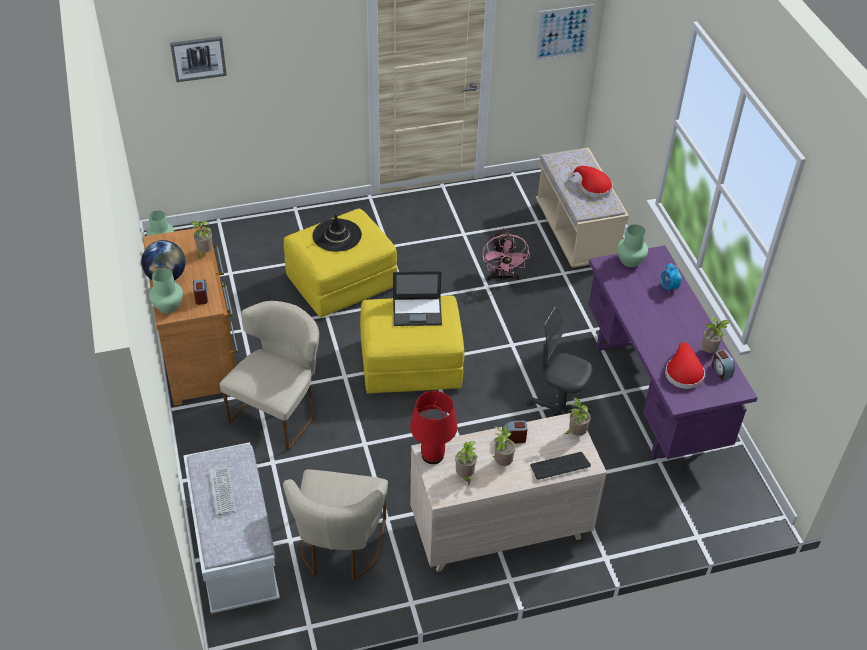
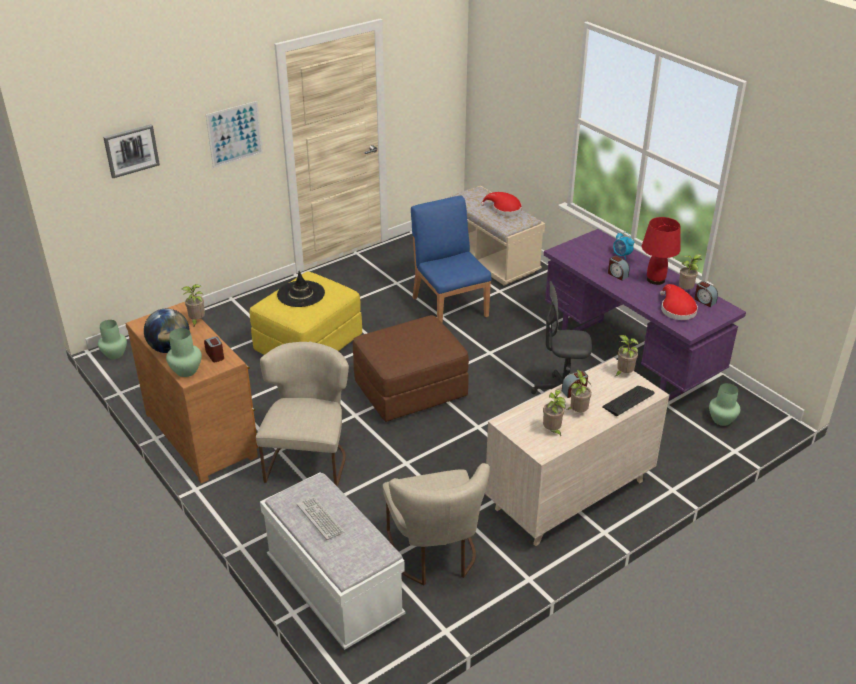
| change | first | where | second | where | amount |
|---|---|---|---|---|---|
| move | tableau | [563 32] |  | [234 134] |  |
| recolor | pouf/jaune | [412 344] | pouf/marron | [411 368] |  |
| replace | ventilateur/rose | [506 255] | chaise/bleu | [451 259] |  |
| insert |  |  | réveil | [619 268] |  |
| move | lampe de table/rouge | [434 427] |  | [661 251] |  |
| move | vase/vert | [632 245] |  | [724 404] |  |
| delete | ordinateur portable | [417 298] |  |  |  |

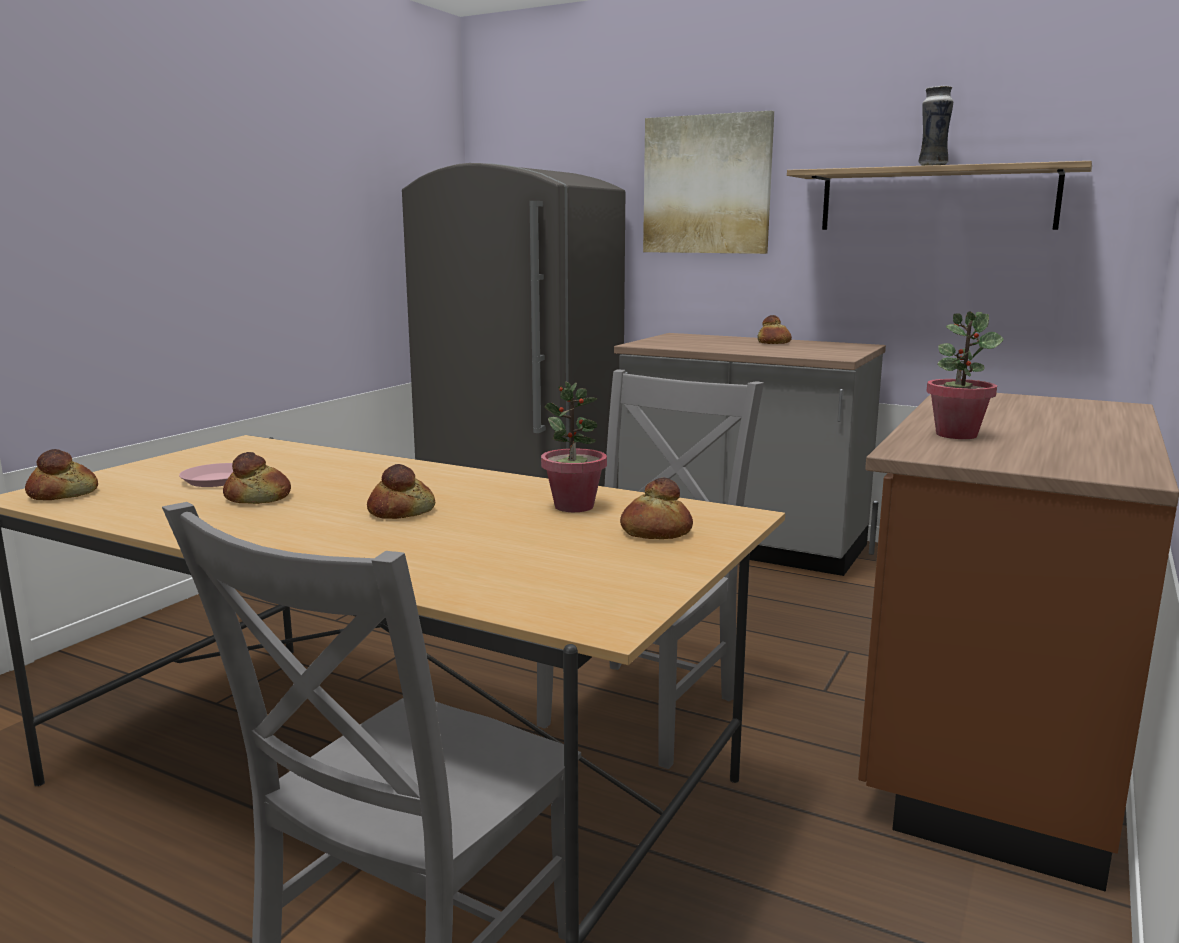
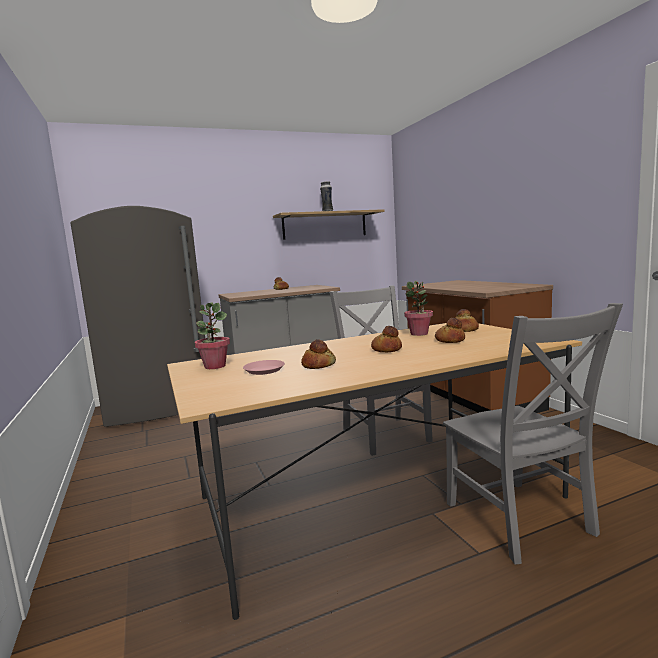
| change | first | where | second | where | amount |
|---|---|---|---|---|---|
| move | plante en pot | [965 375] |  | [212 336] |  |
| move | pain | [61 474] |  | [450 330] |  |
| delete | tableau | [708 182] |  |  |  |

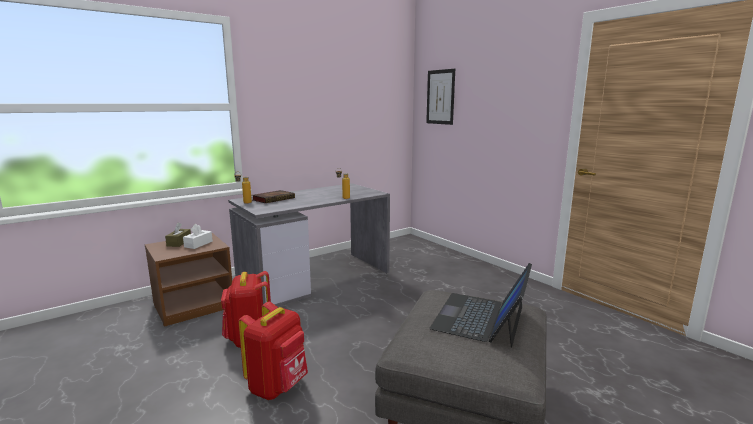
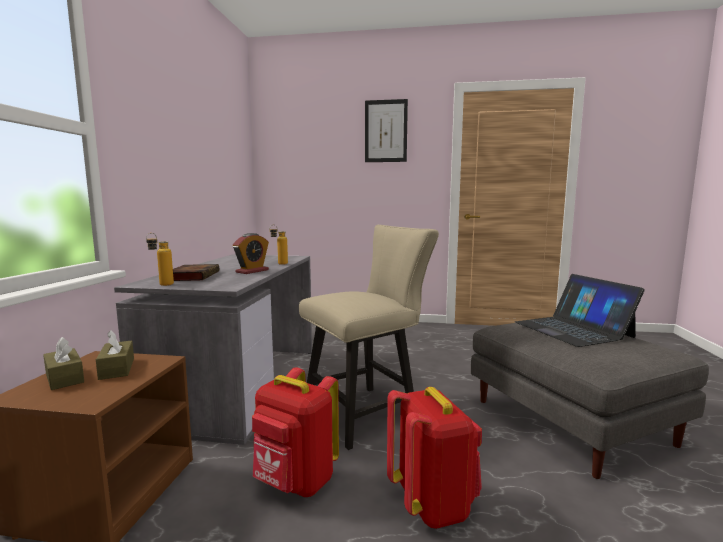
| change | first | where | second | where | amount |
|---|---|---|---|---|---|
| recolor | boîte à mouchoirs/blanc | [198 236] | boîte à mouchoirs/marron | [115 355] |  |
| insert |  |  | réveil | [251 253] |  |
| insert |  |  | chaise/beige | [369 337] |  |
| move | tableau | [440 97] |  | [386 130] |  |

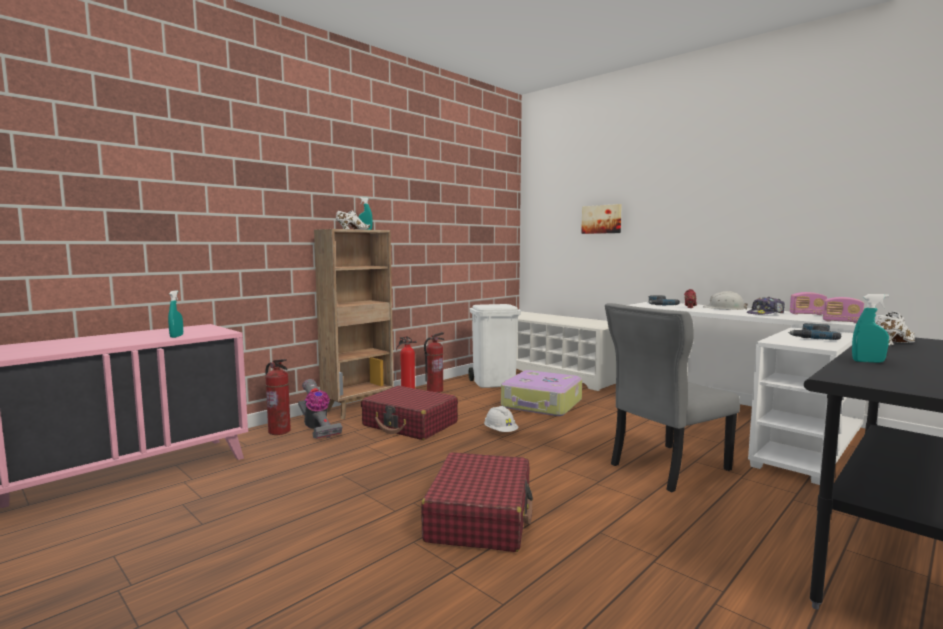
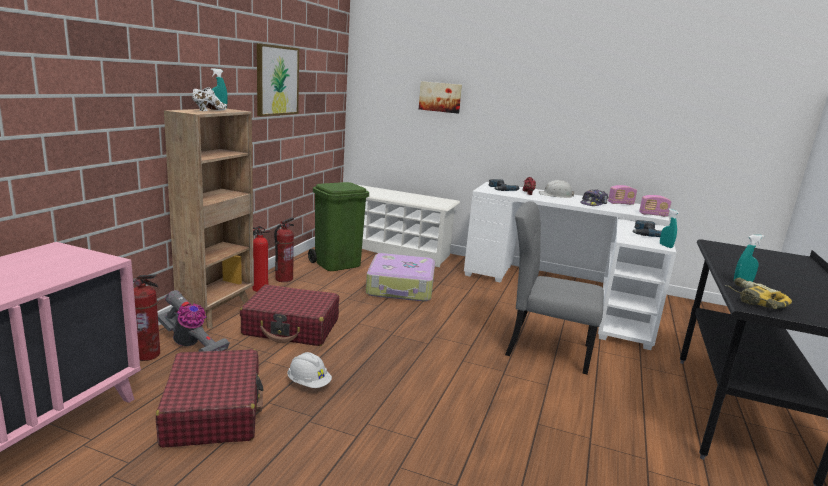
| change | first | where | second | where | amount |
|---|---|---|---|---|---|
| move | valise/rouge | [477 502] |  | [209 398] |  |
| insert |  |  | tableau | [278 79] |  |
| move | casque de chantier/blanc | [501 419] |  | [309 370] |  |
| recolor | poubelle/blanc | [494 346] | poubelle/vert | [338 226] |  |
| rotate | chaise/gris | [672 397] |  | [554 287] | 75 degrees clockwise |
| move | vaporisateur/turquoise | [175 314] |  | [669 228] |  |
| insert |  |  | perceuse | [758 293] |  |
| delete | chaussure/blanc | [895 328] |  |  |  |

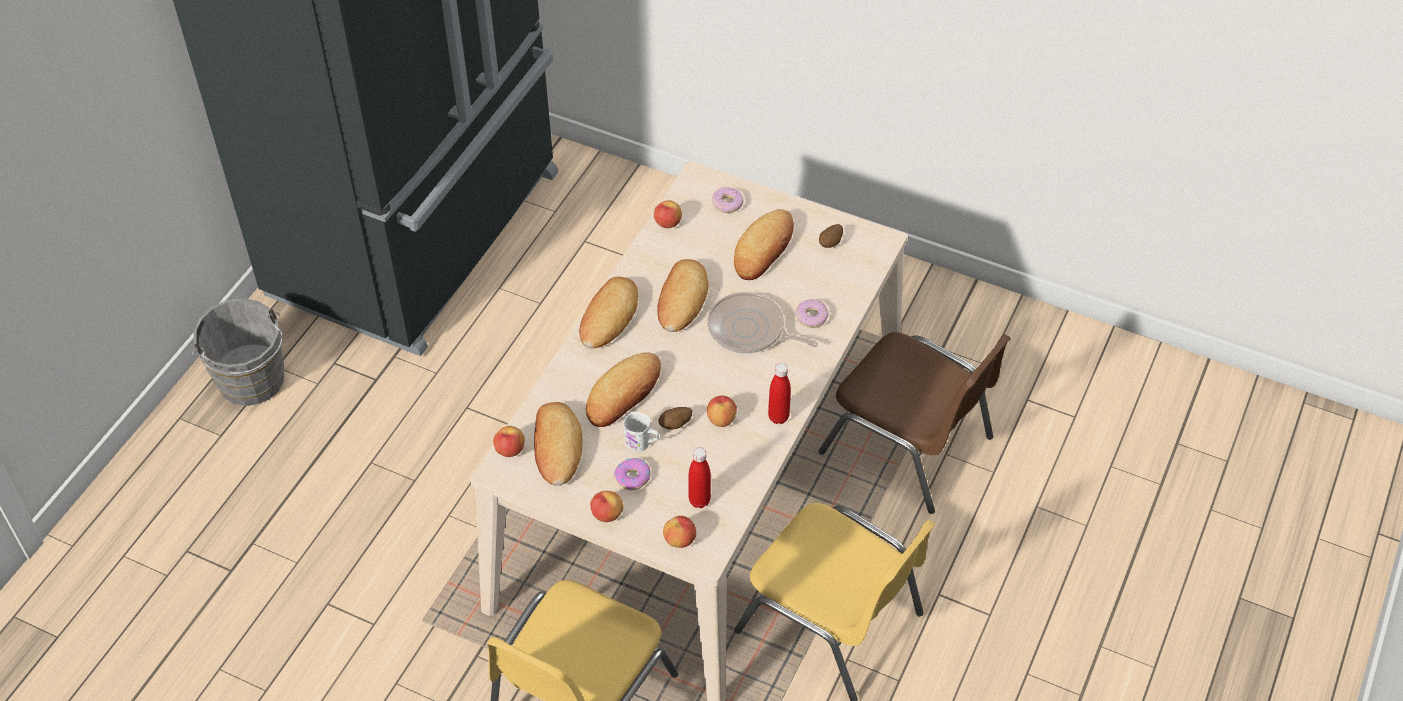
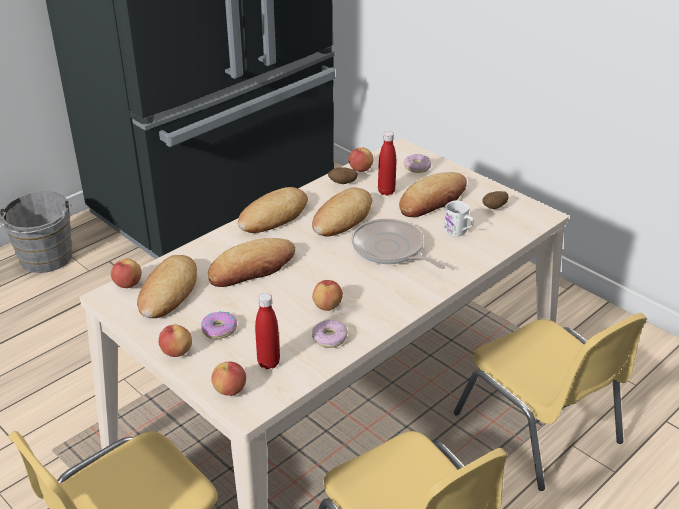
| change | first | where | second | where | amount |
|---|---|---|---|---|---|
| move | beignet | [812 313] |  | [330 334] |  |
| move | pomme de terre | [675 418] |  | [343 175] |  |
| move | bouteille/rouge | [779 393] |  | [387 163] |  |
| move | mug/blanc | [641 432] |  | [459 218] |  |
| recolor | chaise/marron | [914 423] | chaise/jaune | [550 402] |  |

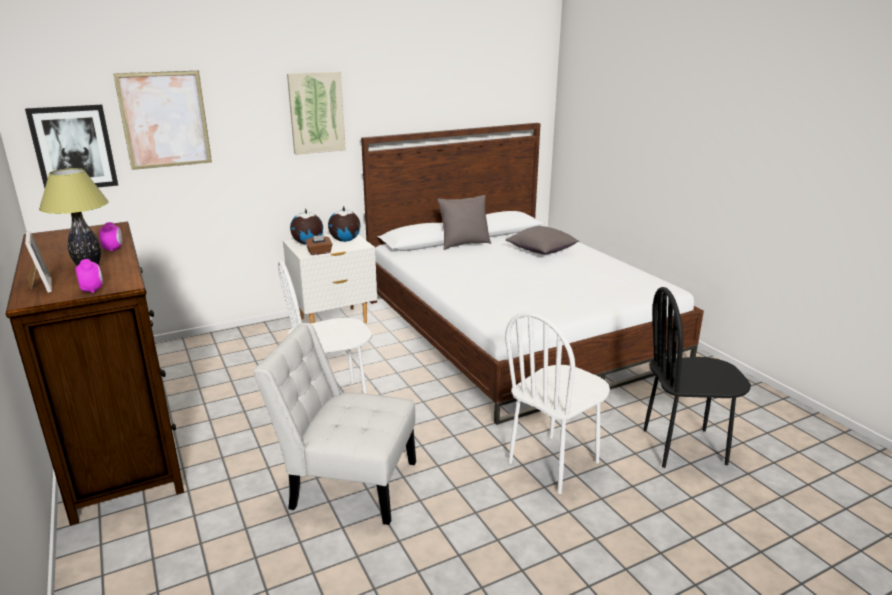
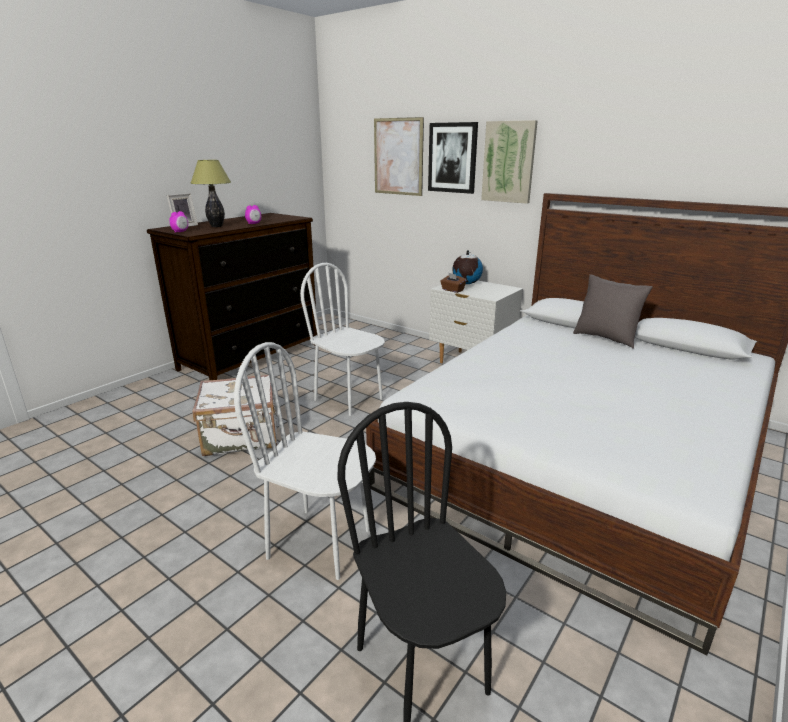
| change | first | where | second | where | amount |
|---|---|---|---|---|---|
| replace | chaise/blanc | [334 424] | valise/blanc | [234 415] |  |
| move | tableau | [71 146] |  | [453 158] |  |
| delete | globe | [344 224] |  |  |  |
| delete | coussin/gris | [542 240] |  |  |  |

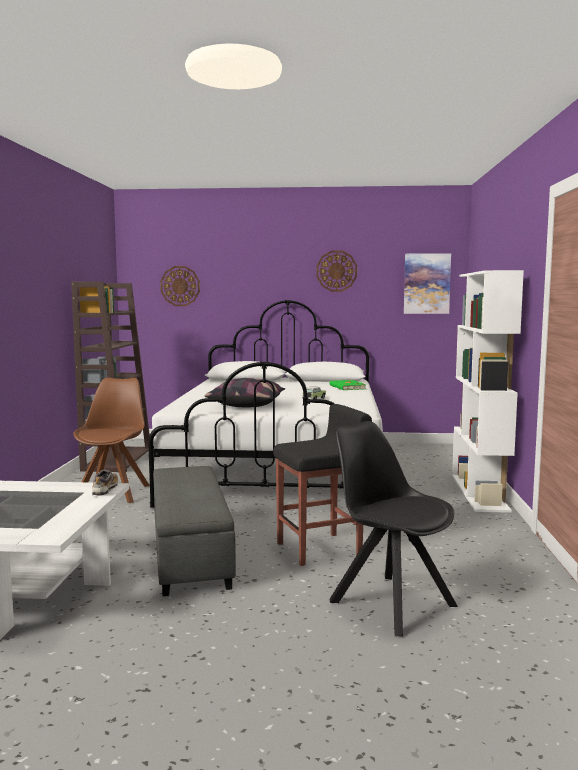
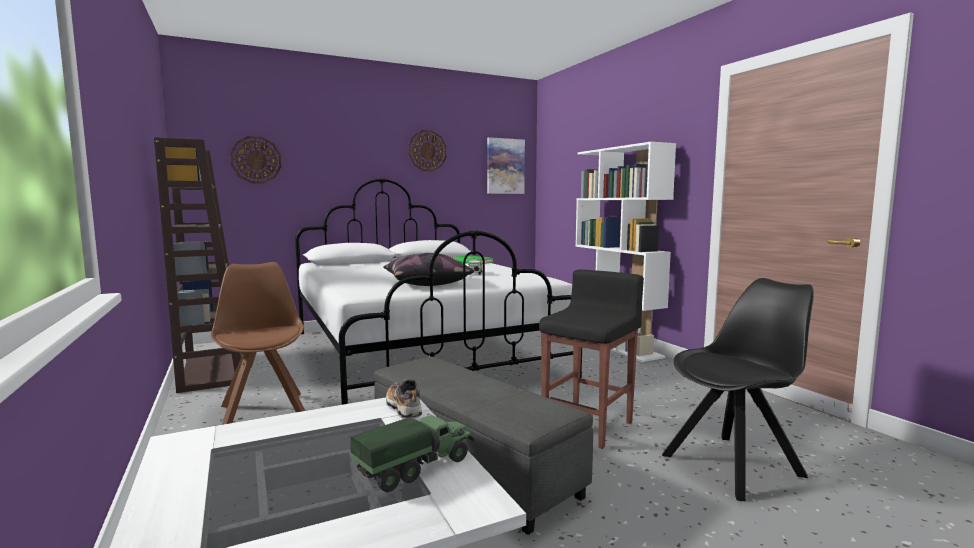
| change | first | where | second | where | amount |
|---|---|---|---|---|---|
| insert |  |  | camion jouet | [412 453] |  |
| rotate | chaise/noir | [393 529] |  | [738 390] | 135 degrees clockwise |

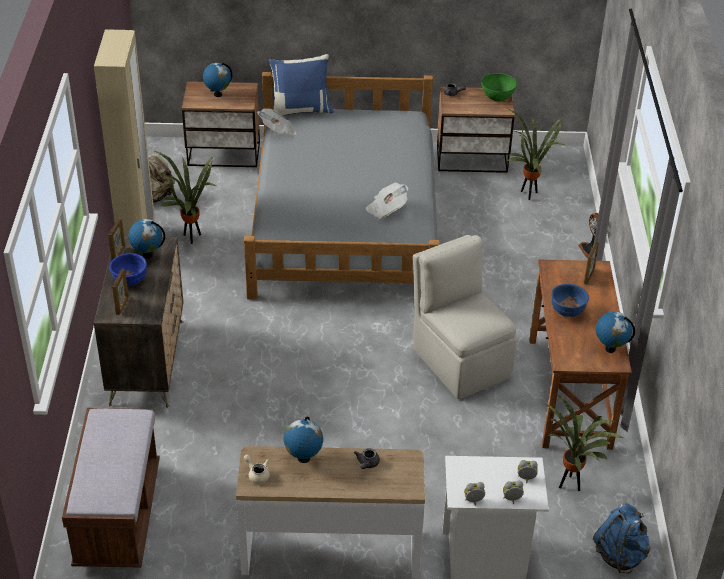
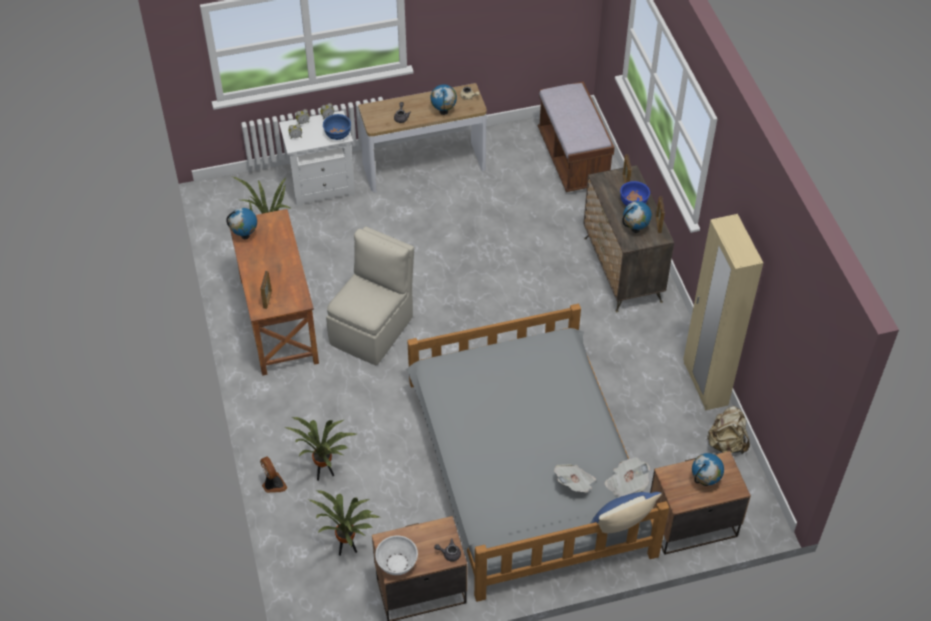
| change | first | where | second | where | amount |
|---|---|---|---|---|---|
| move | plante en pot | [185 197] |  | [320 449] |  |
| move | bol/bleu | [570 300] |  | [337 127] |  |
| rotate | chaise/beige | [465 317] |  | [370 296] | 105 degrees counterclockwise |
| recolor | bol/vert | [499 87] | bol/blanc | [396 555] |  |
| move | journal | [387 200] |  | [575 478] |  |
| delete | sac à dos/bleu | [621 538] |  |  |  |

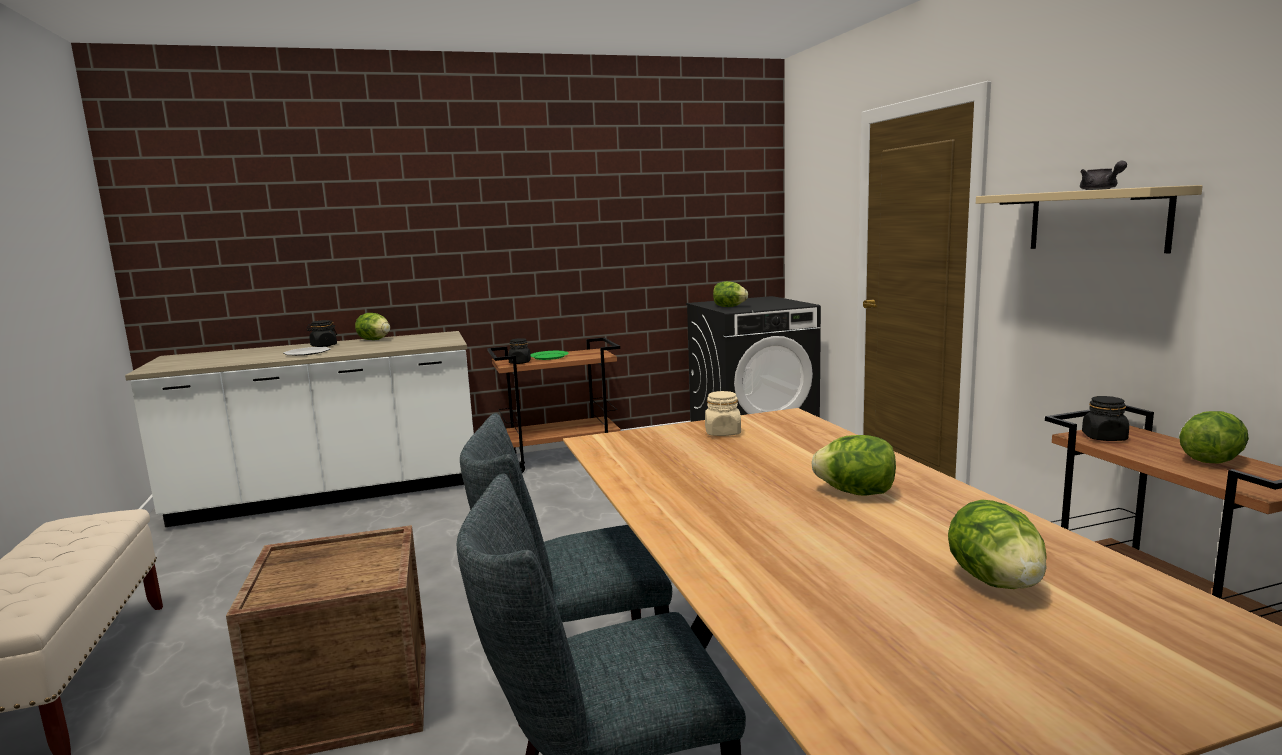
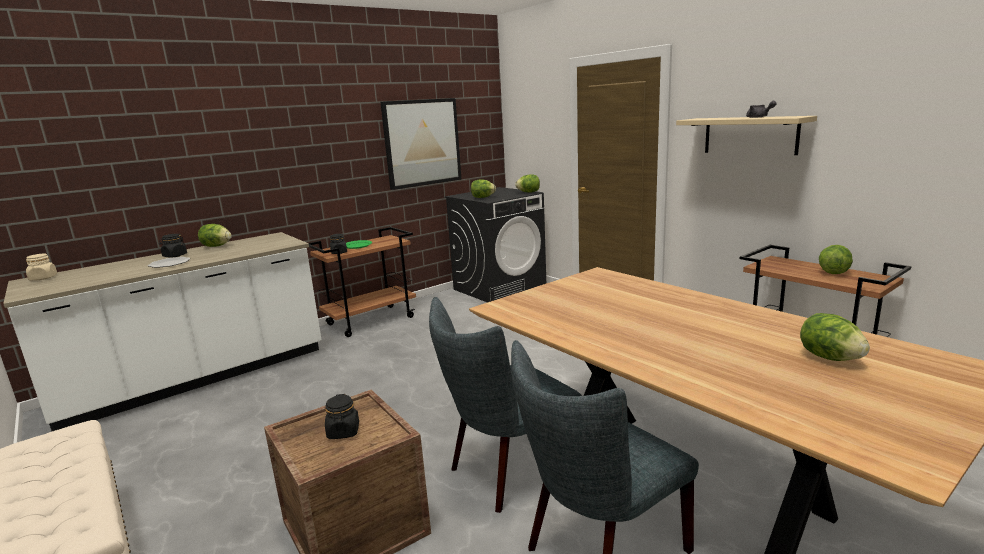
| change | first | where | second | where | amount |
|---|---|---|---|---|---|
| move | bocal/beige | [723 413] |  | [41 267] |  |
| move | bocal/noir | [1105 418] |  | [342 416] |  |
| insert |  |  | tableau | [420 144] |  |
| move | laitue | [853 465] |  | [527 183] |  |

